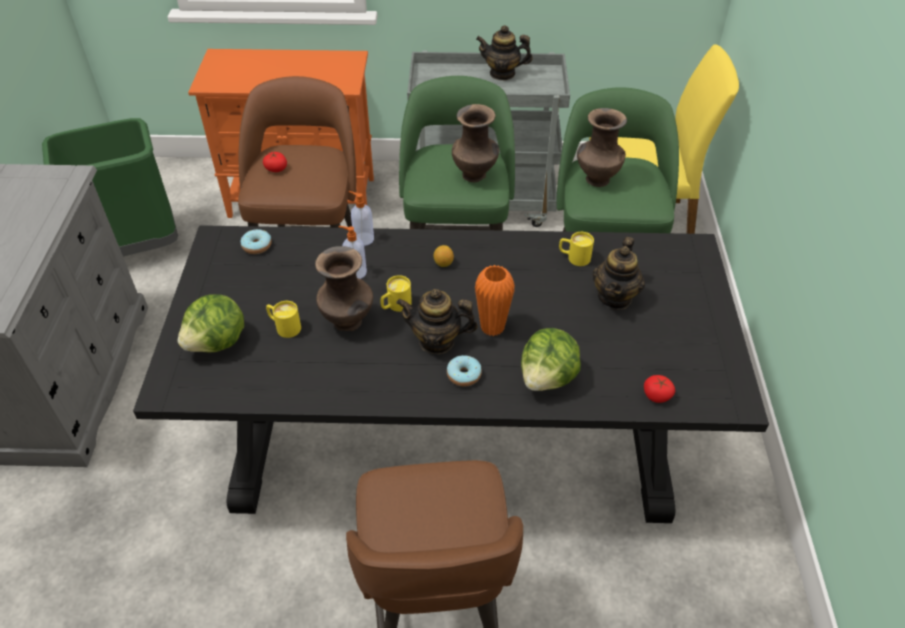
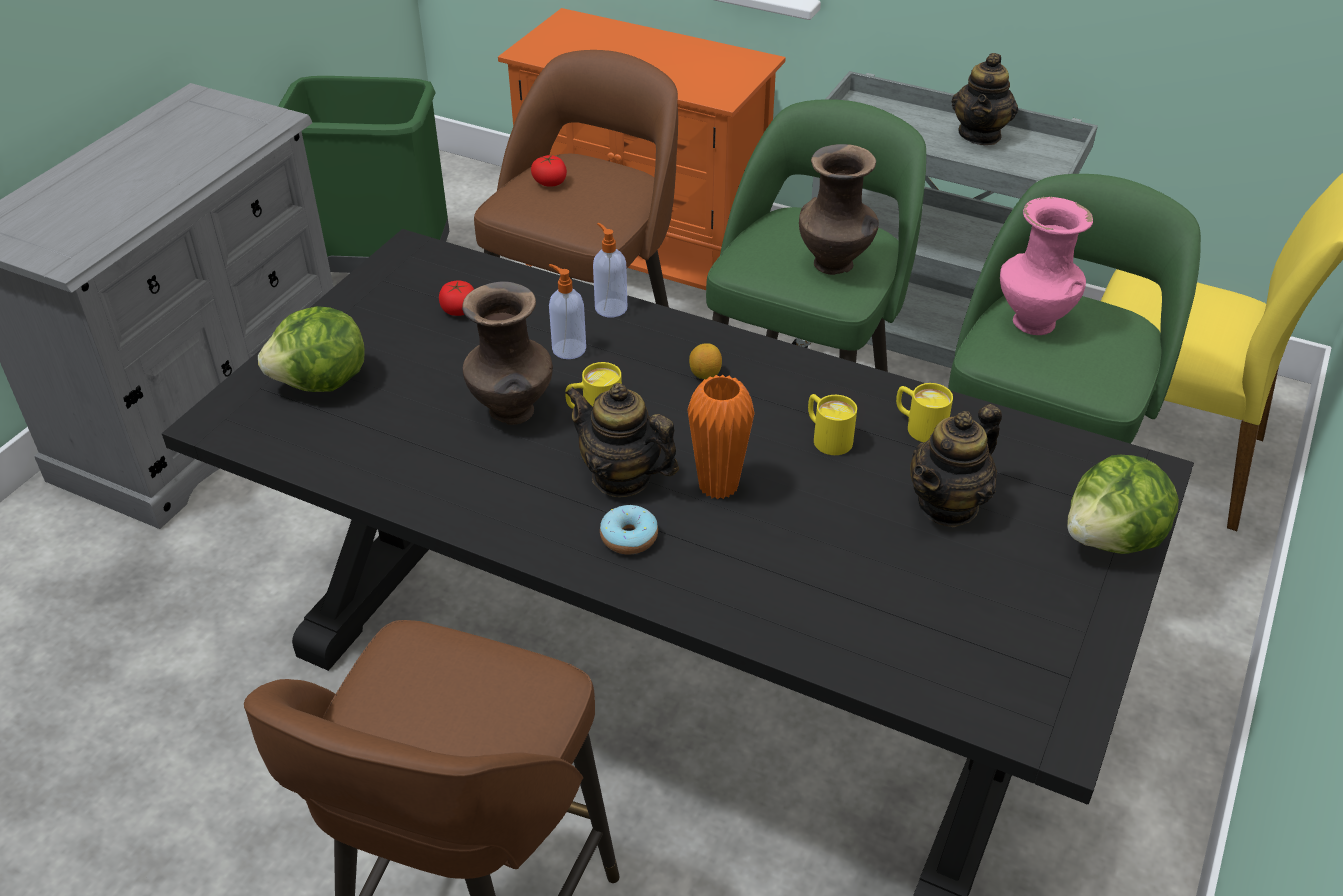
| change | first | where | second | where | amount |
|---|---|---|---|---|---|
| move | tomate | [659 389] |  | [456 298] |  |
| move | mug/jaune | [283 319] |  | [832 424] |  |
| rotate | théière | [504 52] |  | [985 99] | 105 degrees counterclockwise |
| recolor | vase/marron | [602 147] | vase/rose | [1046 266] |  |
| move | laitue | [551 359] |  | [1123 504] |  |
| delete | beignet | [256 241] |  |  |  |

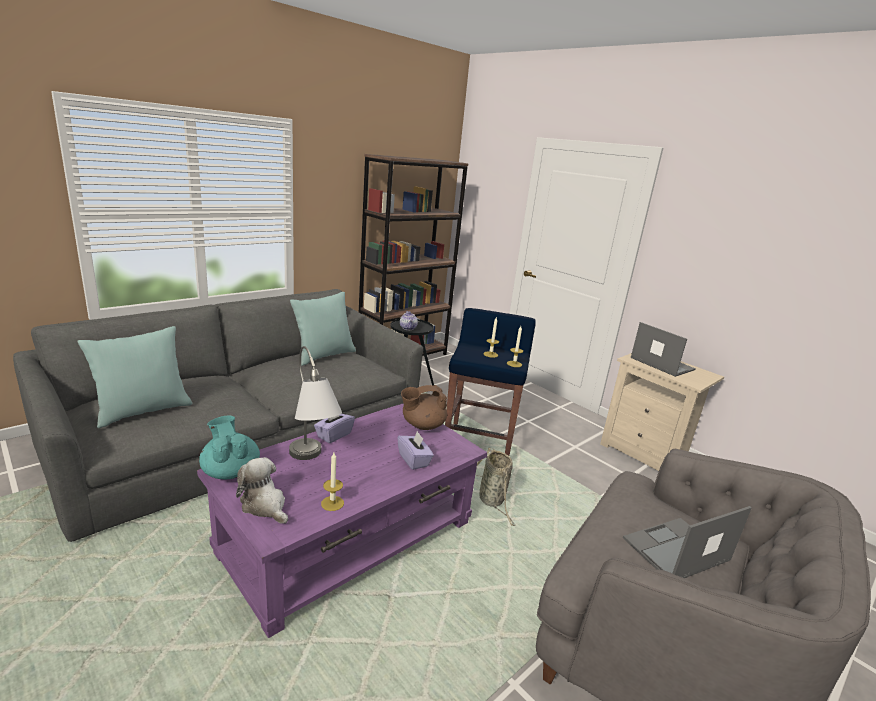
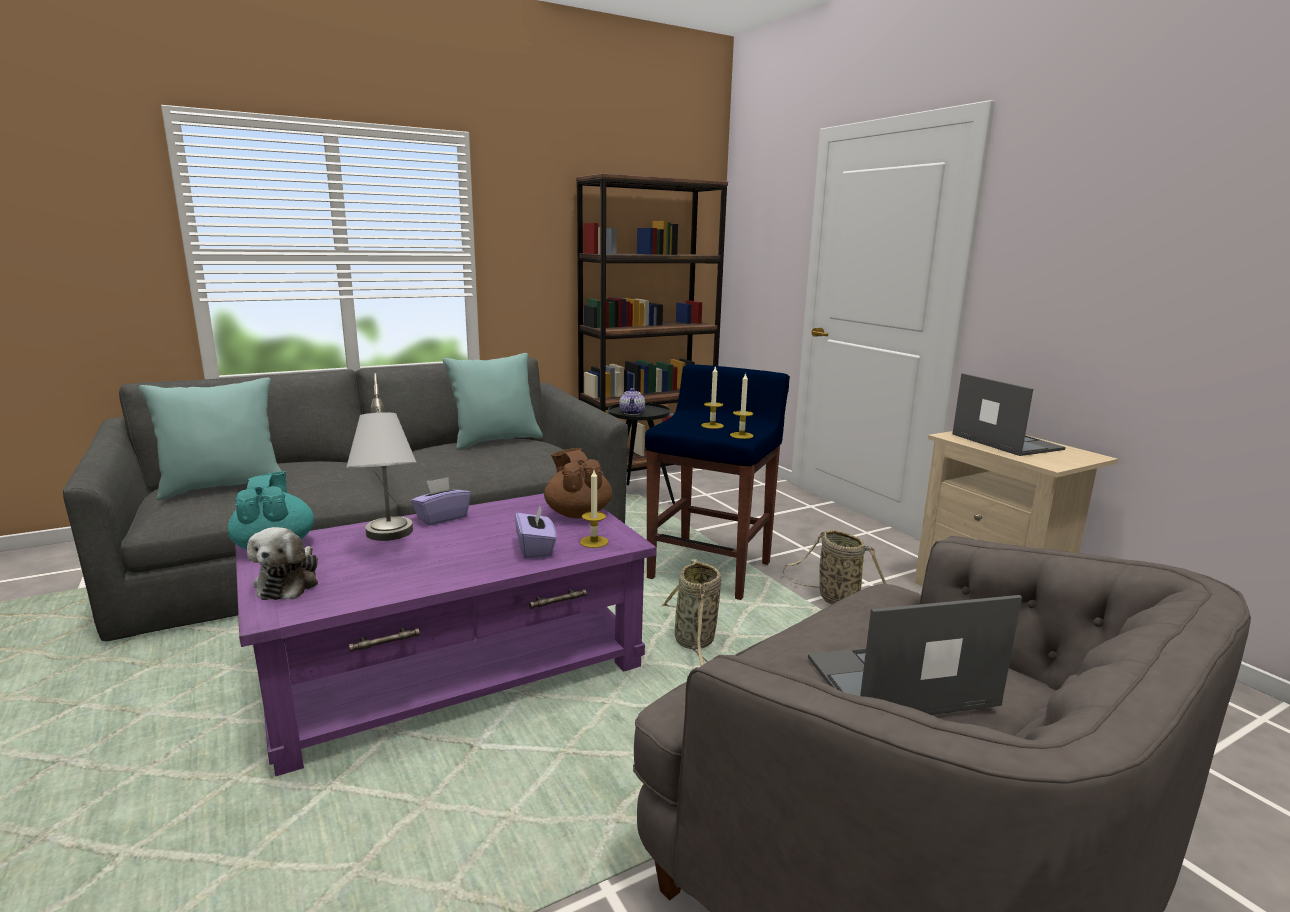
| change | first | where | second | where | amount |
|---|---|---|---|---|---|
| rotate | peluche | [262 490] |  | [282 563] | 150 degrees counterclockwise |
| rotate | théière/marron | [424 407] |  | [578 483] | 75 degrees clockwise |
| move | bougie | [332 482] |  | [594 509] |  |
| insert |  |  | panier | [834 567] |  |

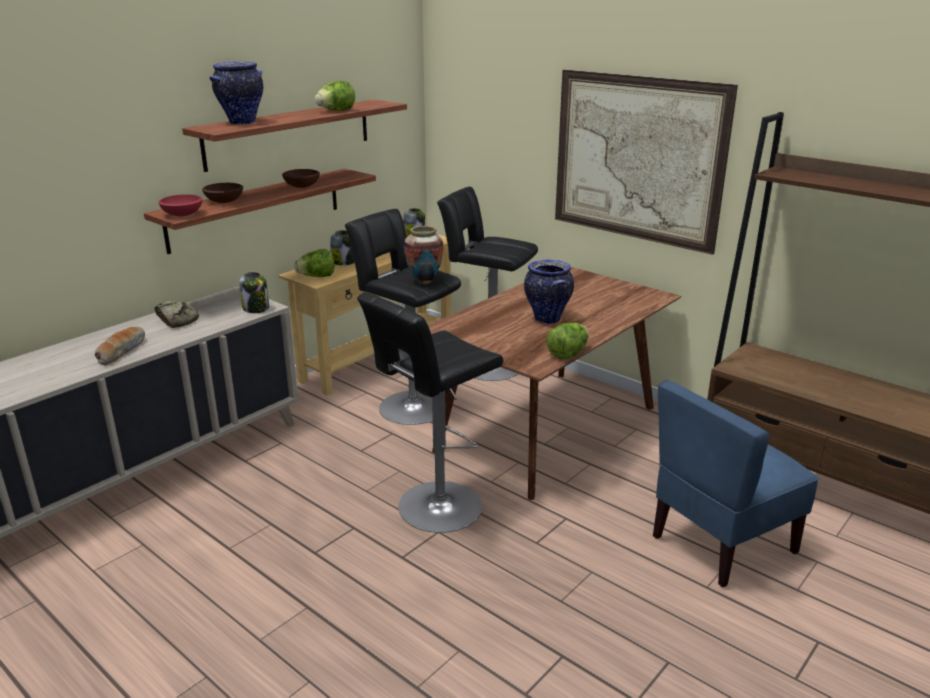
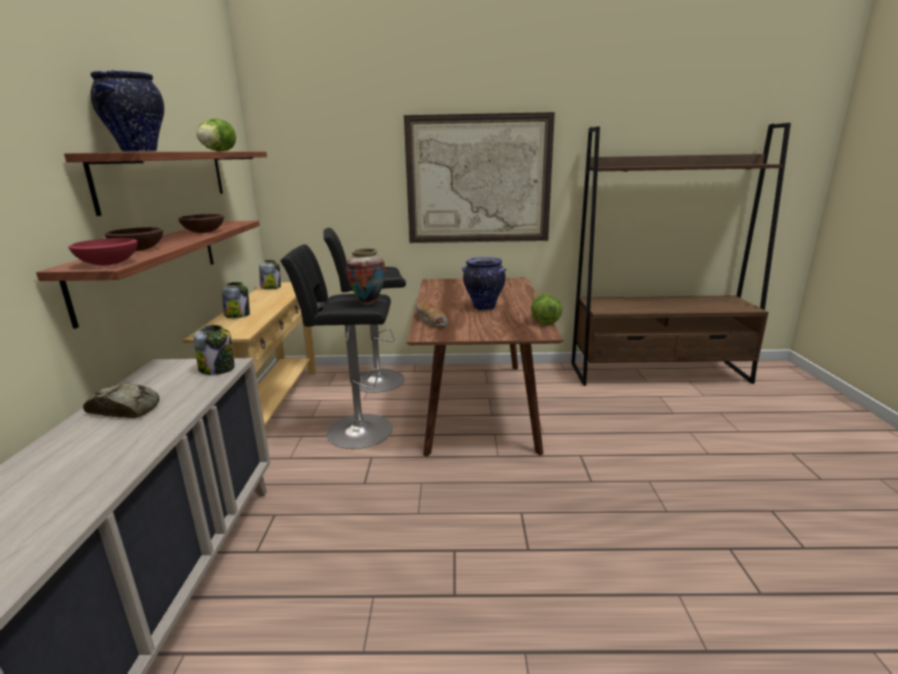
| change | first | where | second | where | amount |
|---|---|---|---|---|---|
| move | pain | [120 346] |  | [432 315] |  |
| delete | laitue | [314 263] |  |  |  |
| delete | tabouret/noir | [430 412] |  |  |  |
| delete | chaise/bleu | [736 483] |  |  |  |

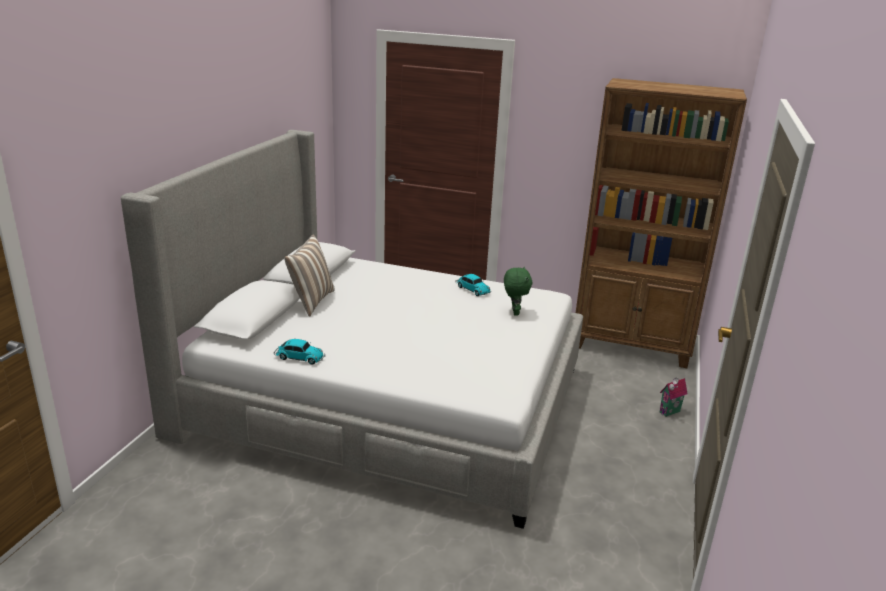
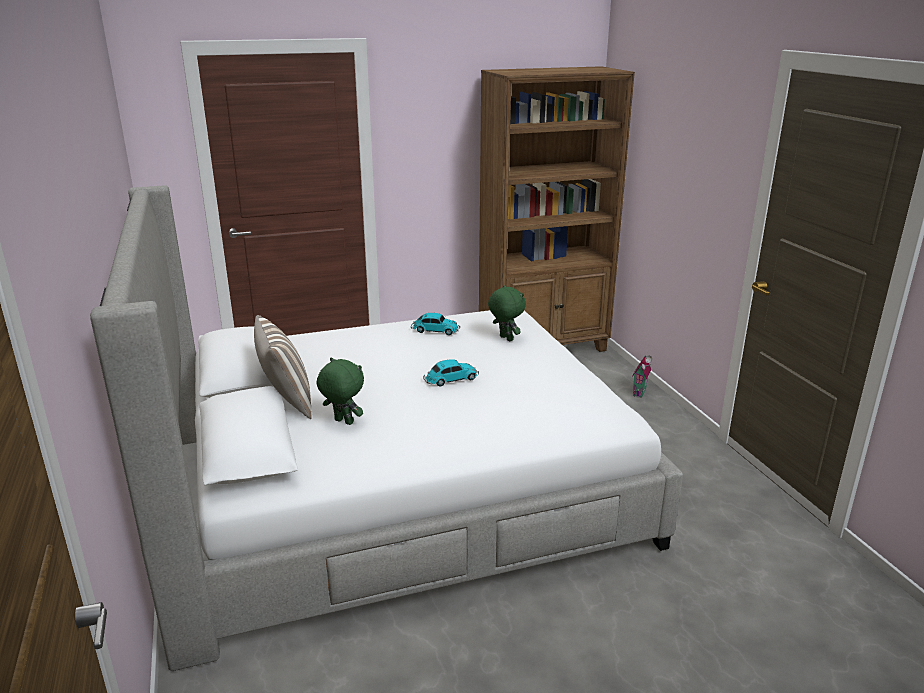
| change | first | where | second | where | amount |
|---|---|---|---|---|---|
| insert |  |  | peluche/vert | [340 391] |  |
| move | petite voiture | [299 352] |  | [451 373] |  |

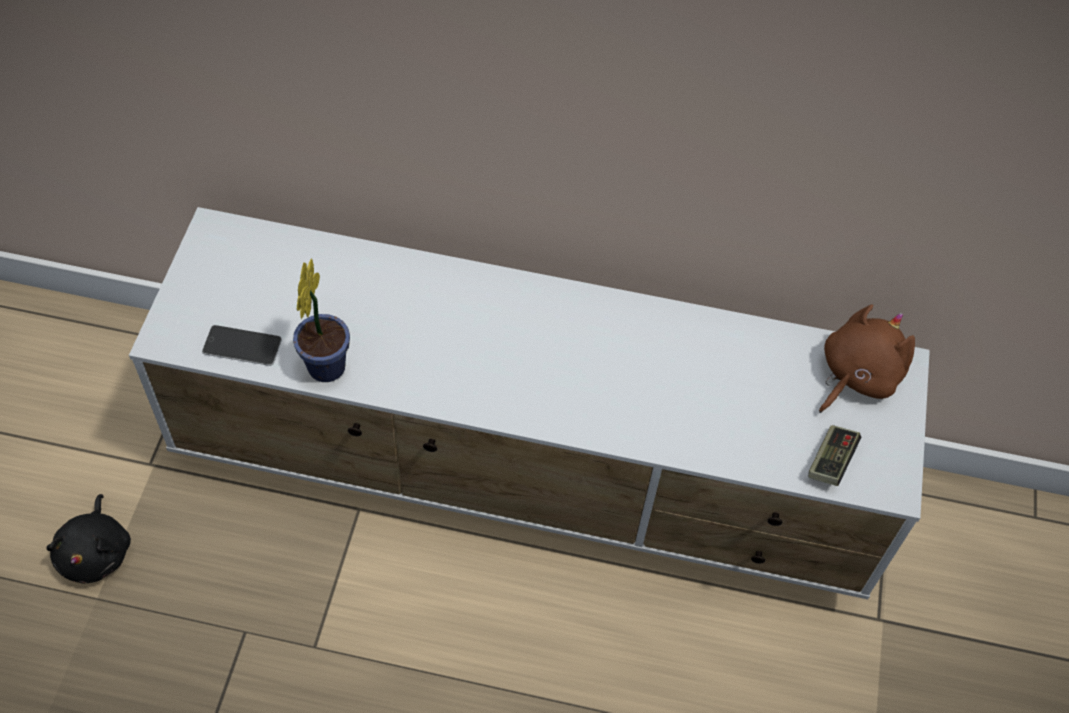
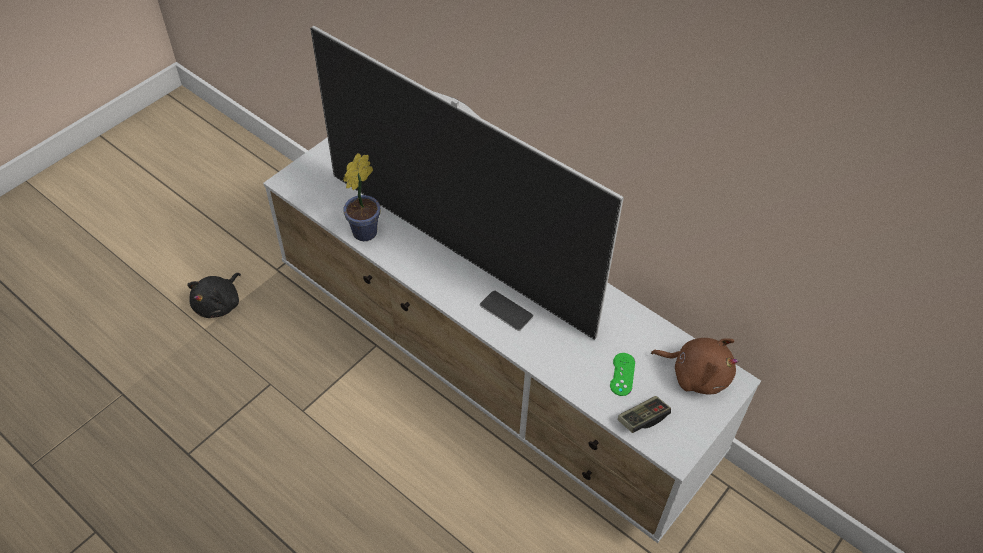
| change | first | where | second | where | amount |
|---|---|---|---|---|---|
| insert |  |  | téléviseur | [467 183] |  |
| move | téléphone | [242 345] |  | [507 310] |  |
| insert |  |  | manette/vert | [622 374] |  |
| rotate | peluche/marron | [867 359] |  | [694 366] | 45 degrees clockwise |

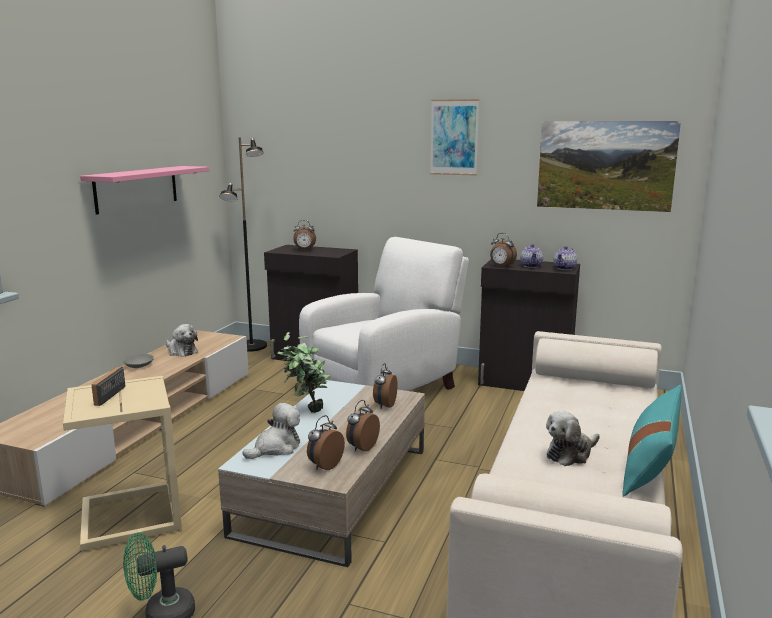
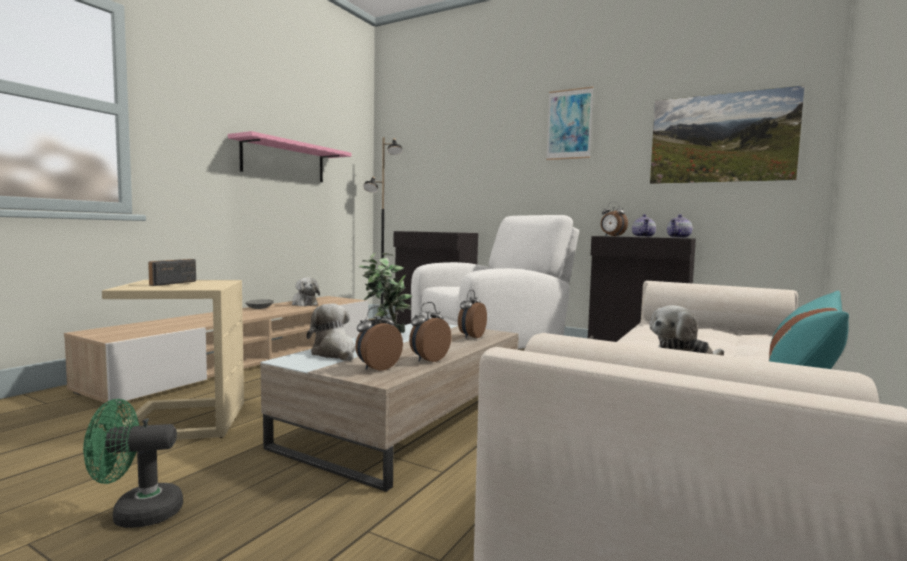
| change | first | where | second | where | amount |
|---|---|---|---|---|---|
| rotate | peluche | [271 431] |  | [331 332] | 90 degrees counterclockwise |
| delete | réveil | [304 235] |  |  |  |

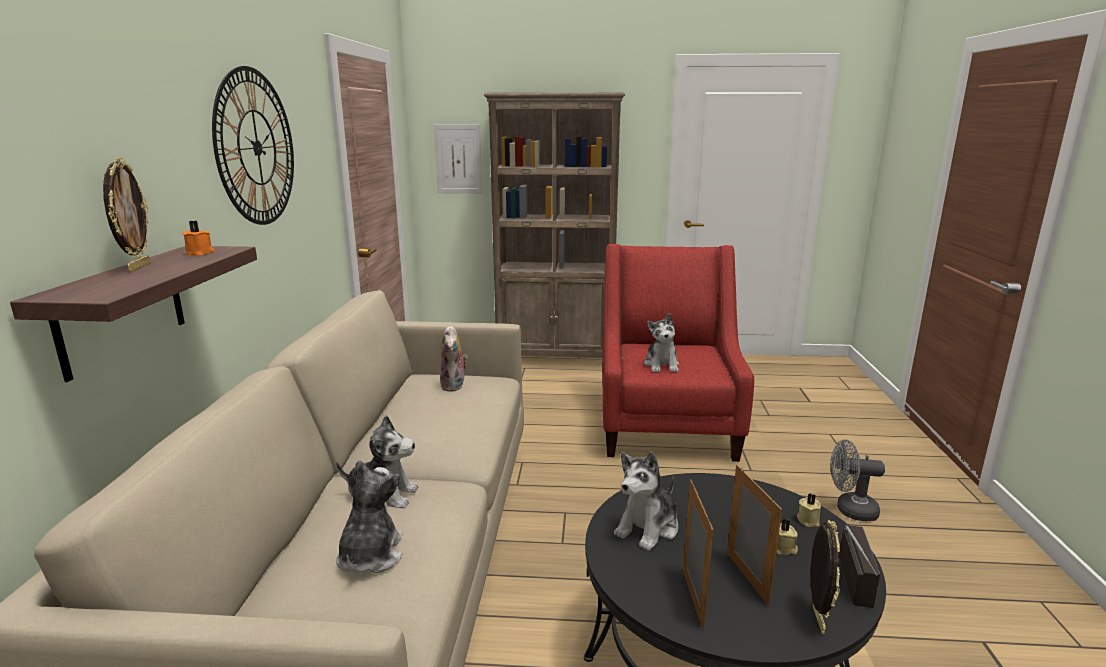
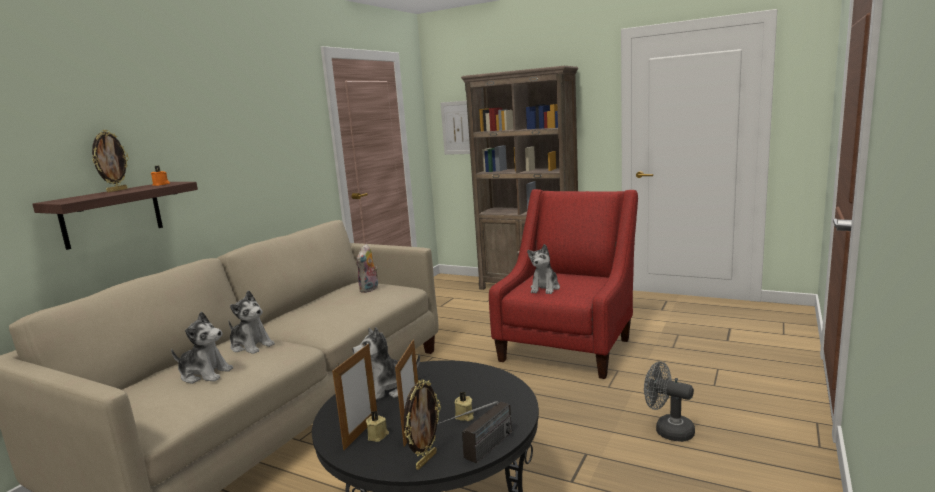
| change | first | where | second | where | amount |
|---|---|---|---|---|---|
| rotate | peluche | [369 516] |  | [202 347] | 75 degrees clockwise |
| move | bougie/beige | [809 510] |  | [377 426] |  |
| delete | horloge murale | [253 145] |  |  |  |

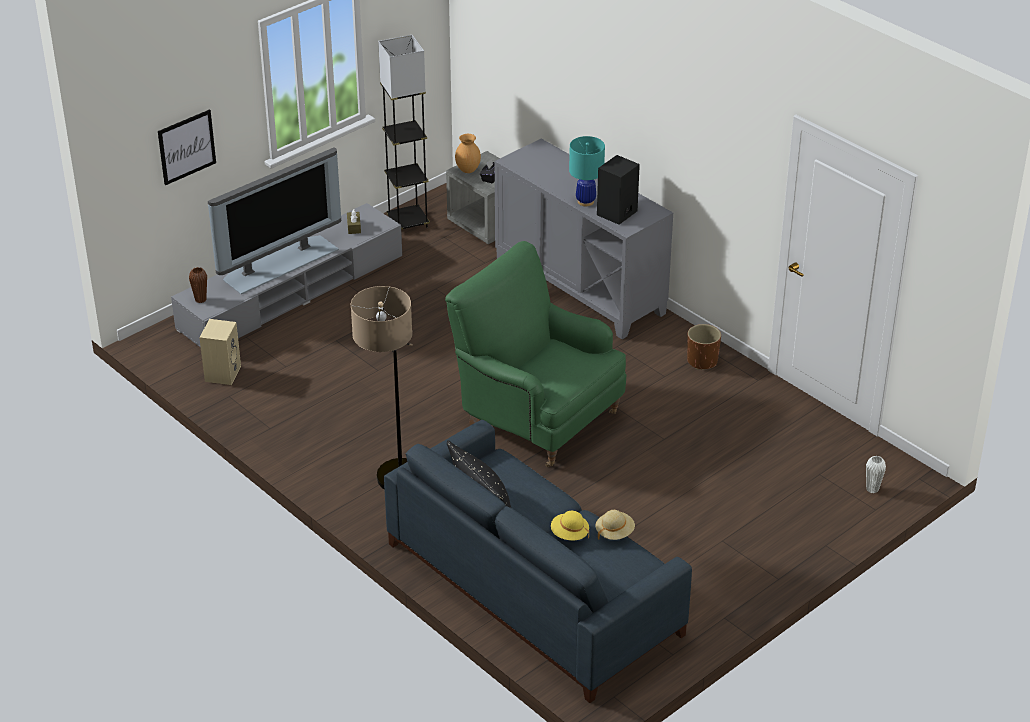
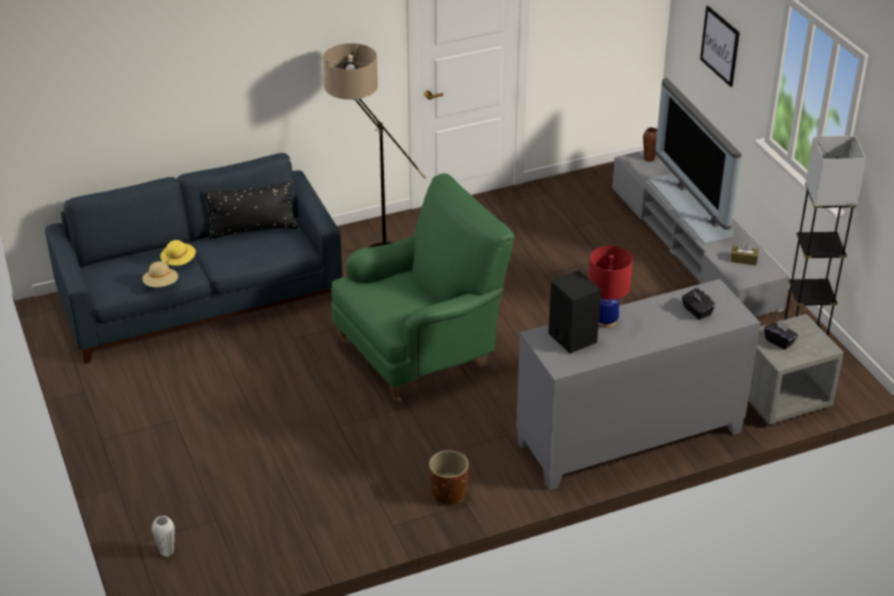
| change | first | where | second | where | amount |
|---|---|---|---|---|---|
| recolor | lampe de table/turquoise | [587 171] | lampe de table/rouge | [610 287] |  |
| insert |  |  | boîte à mouchoirs/noir | [698 304] |  |
| delete | enceinte/beige | [220 352] |  |  |  |
| delete | vase/marron | [468 153] |  |  |  |

